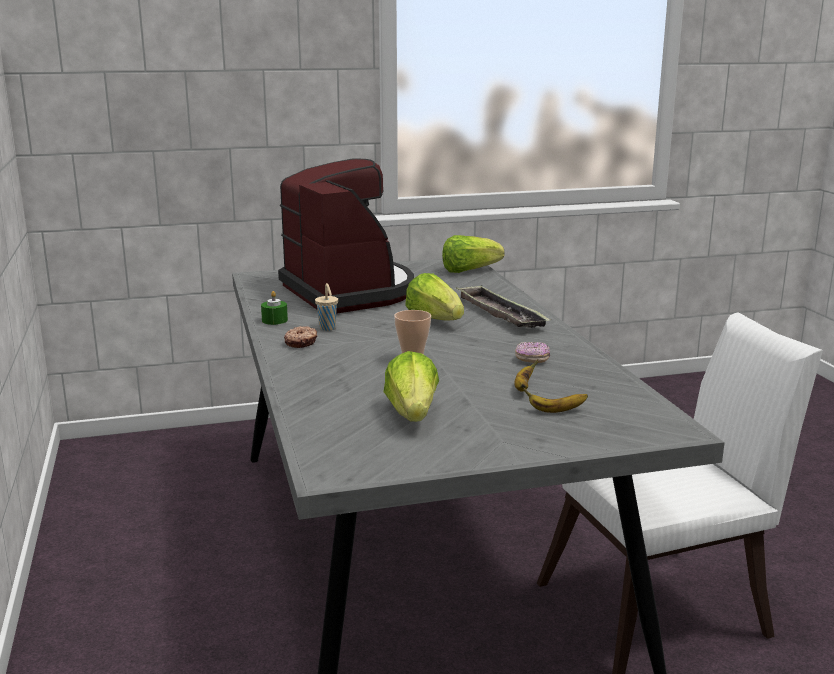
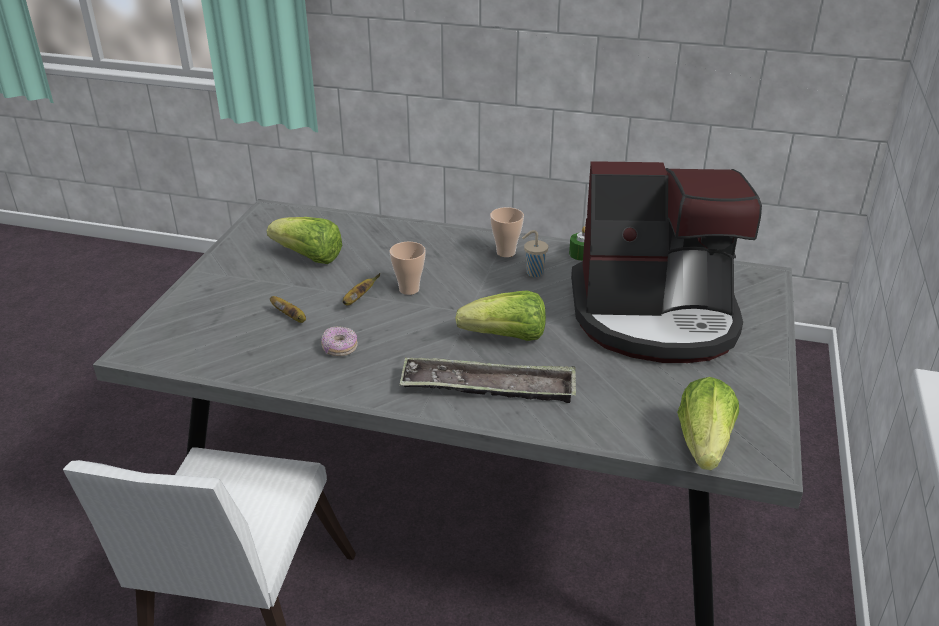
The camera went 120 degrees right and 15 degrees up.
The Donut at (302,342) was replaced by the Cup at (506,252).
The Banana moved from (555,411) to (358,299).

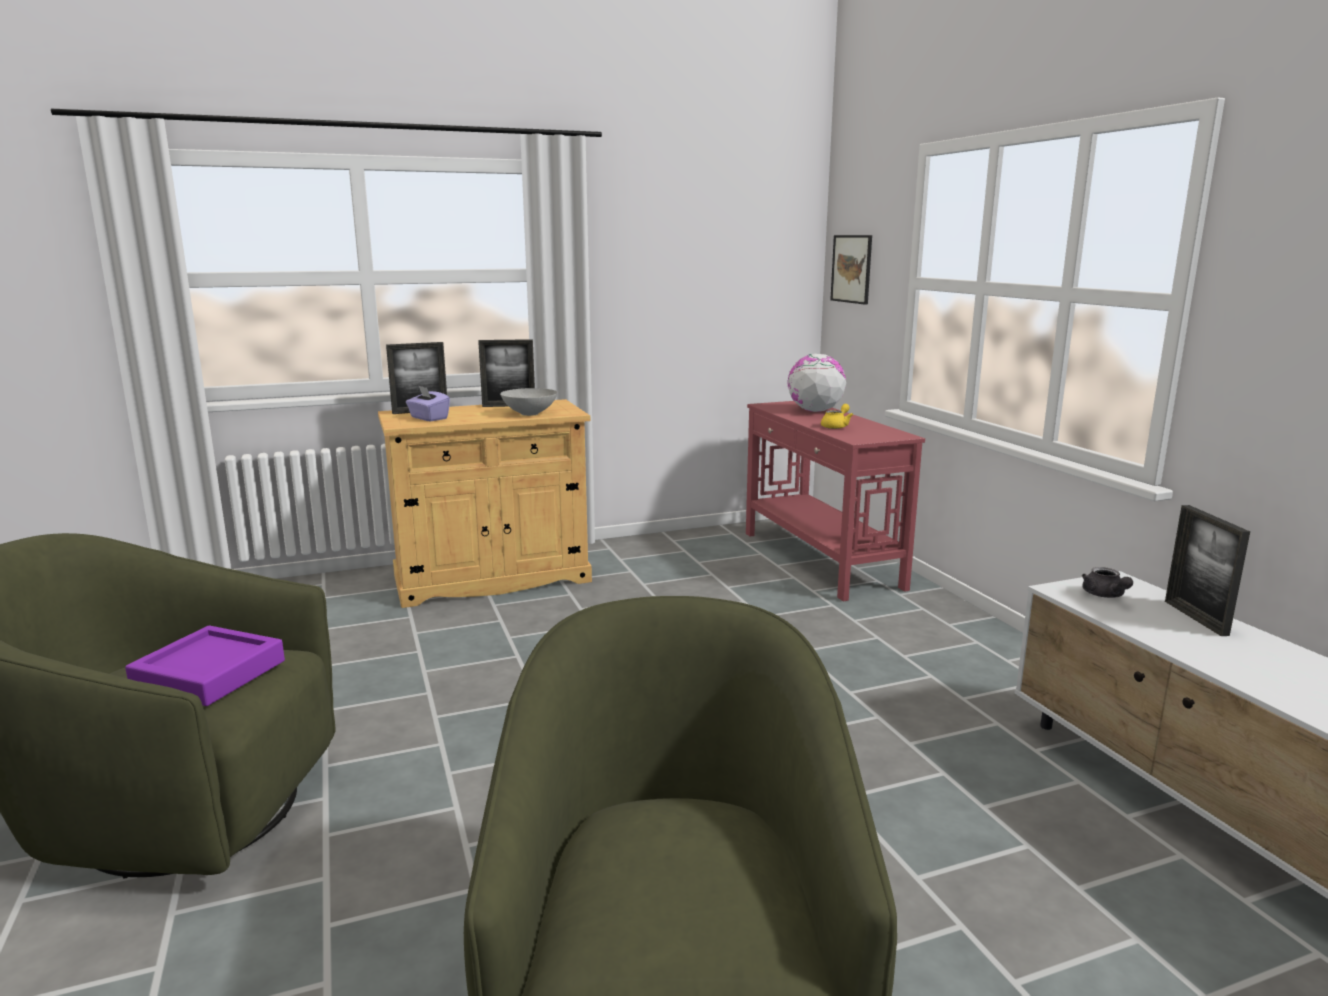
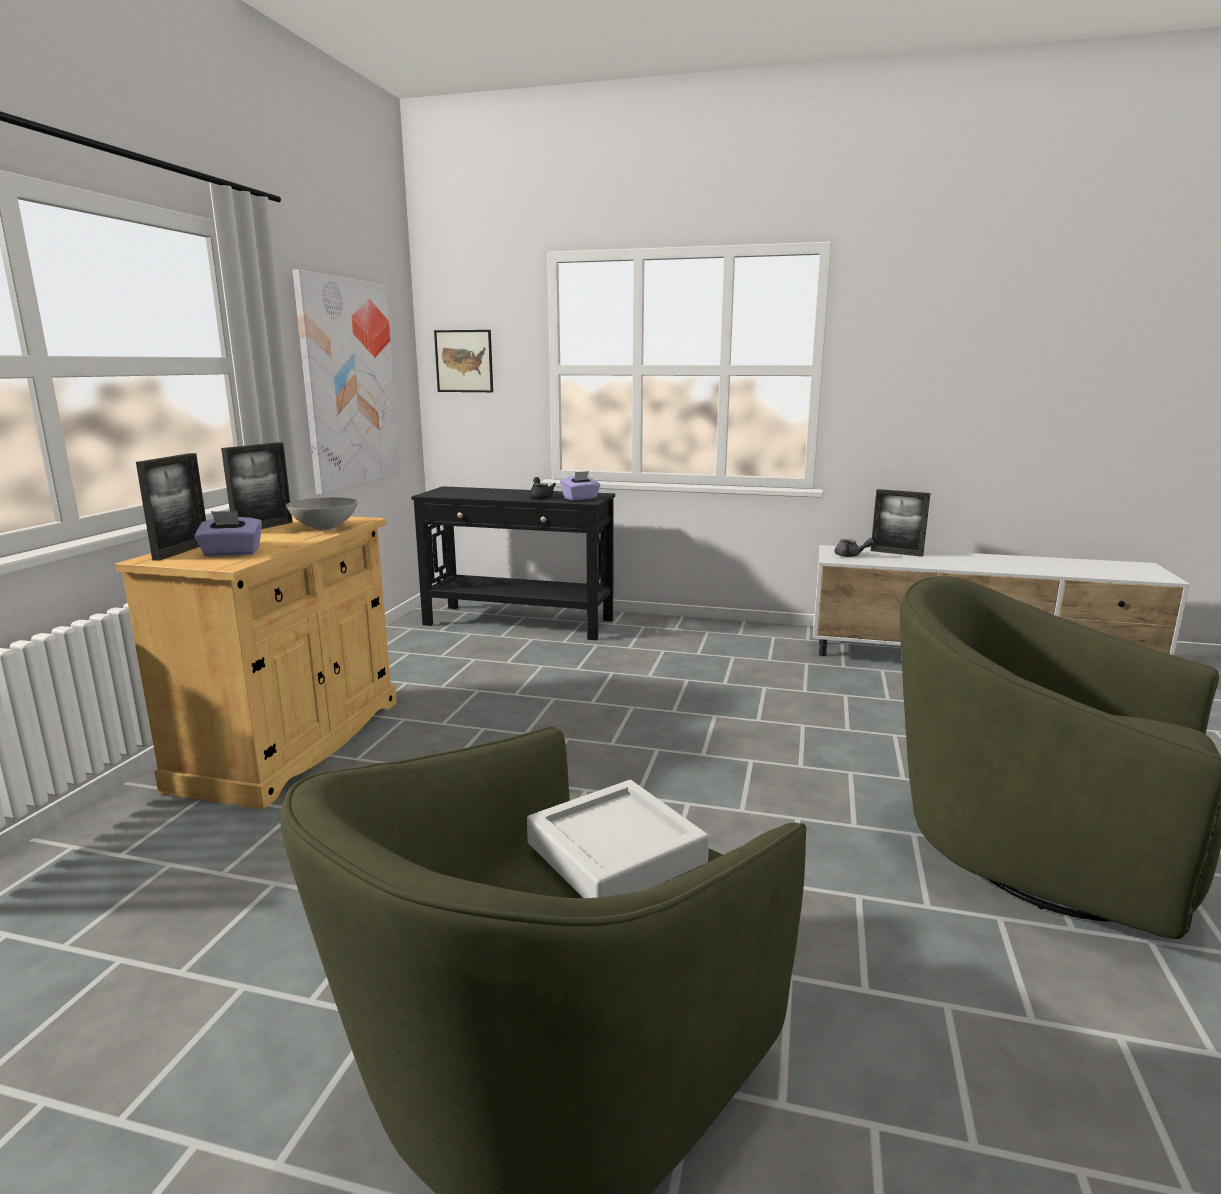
The camera went 55 degrees left and 0 degrees up.
The Globe at (814,411) disappeared.
The RedConsoleTable at (820,560) became the BlackConsoleTable at (519,622).
The YellowTeapot at (836,426) became the BlackTeapot at (540,497).
The PurpleTray at (209,674) became the GreyTray at (616,853).
The Picture at (348,384) appeared.
The PurpleTissueBox at (580,498) appeared.

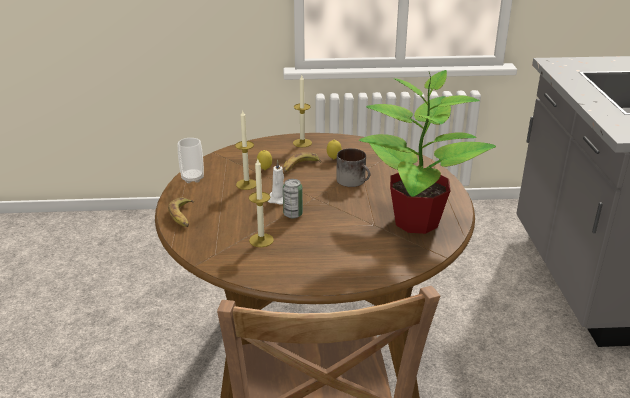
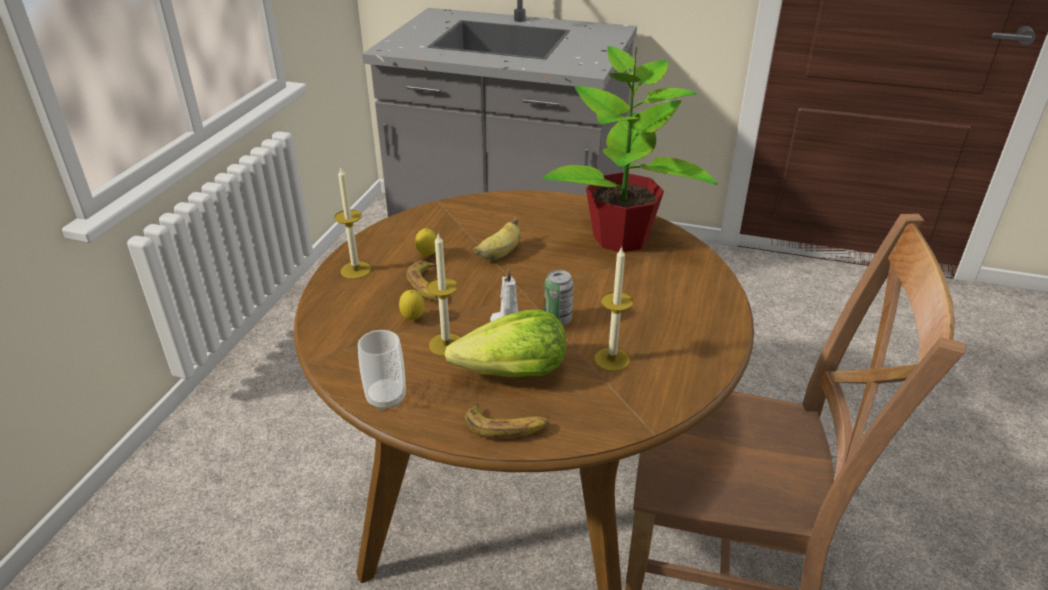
The camera went 70 degrees left and 5 degrees up.
The Mug at (354,181) was replaced by the Banana at (499,254).
The Lettuce at (513,373) appeared.

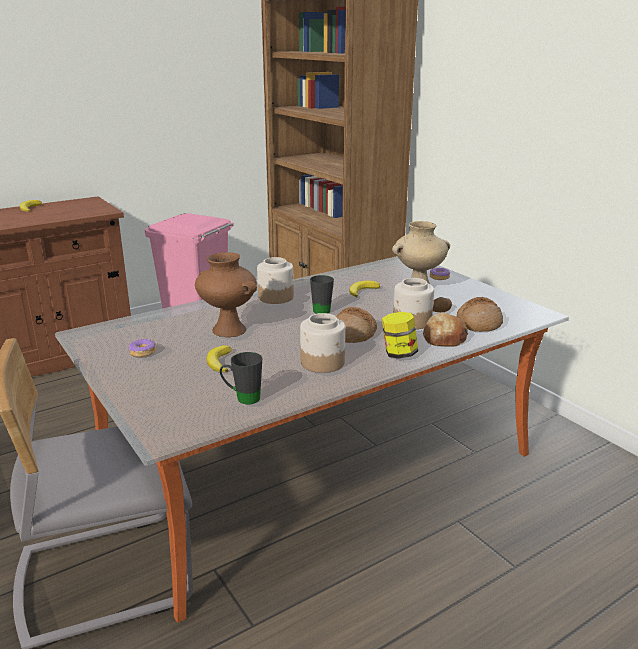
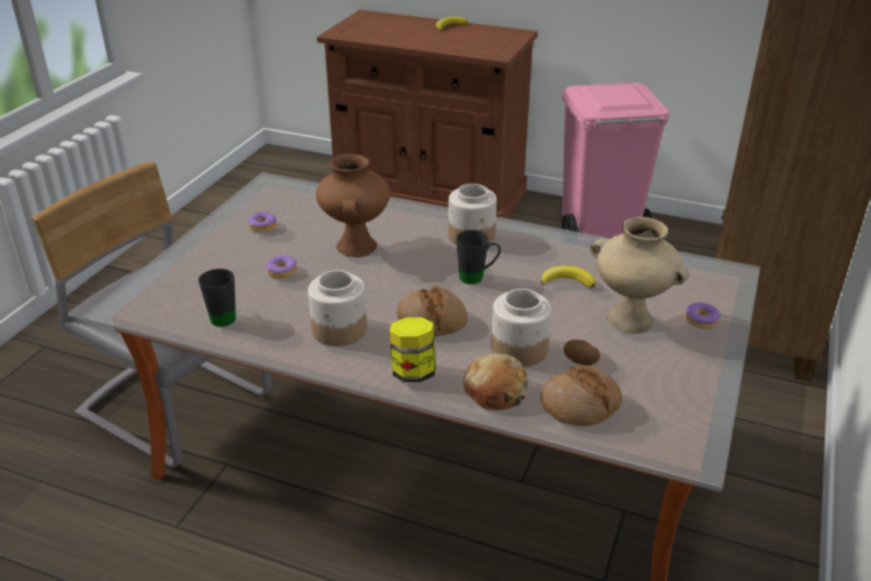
The camera went 55 degrees right and 10 degrees up.
The Banana at (219,362) was replaced by the Donut at (281,272).

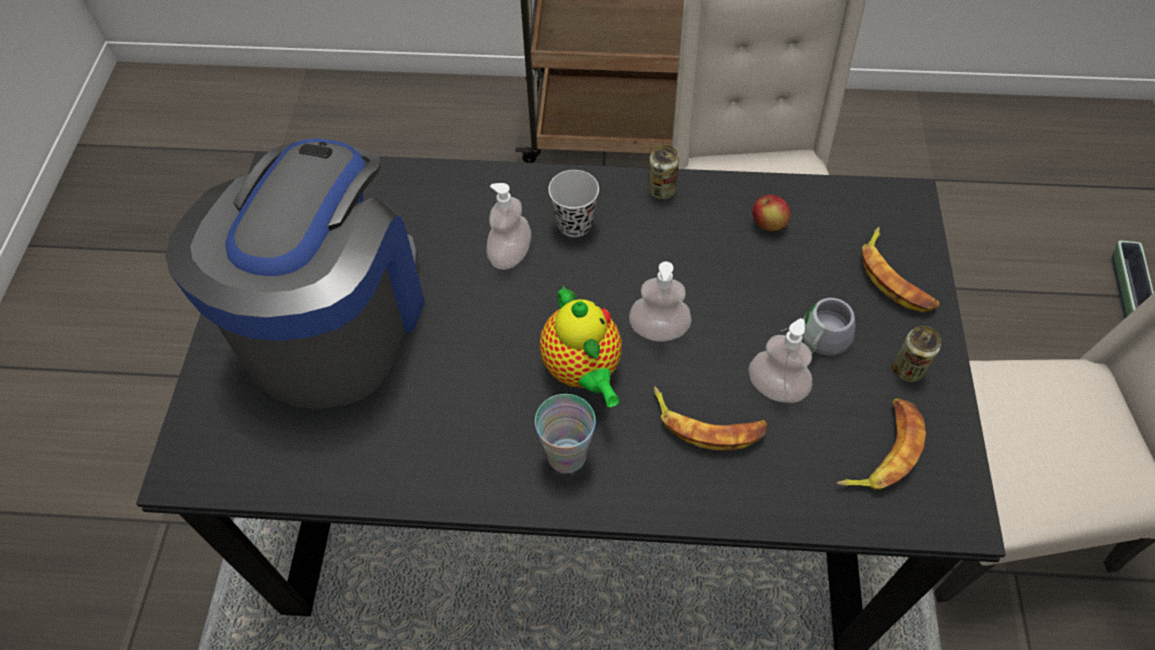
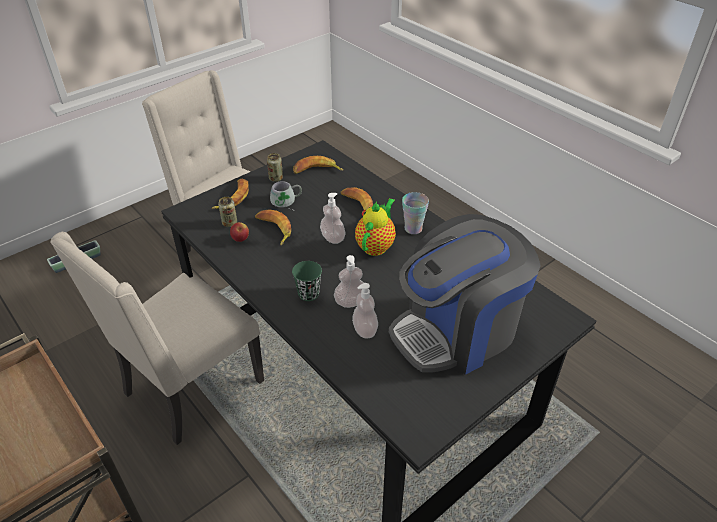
The camera went 135 degrees left and 15 degrees down.
The Can moved from (661,190) to (229,223).
The BlackCup at (574,224) became the GreenCup at (308,294).
The SoapDispenser moved from (776,388) to (365,330).
The Banana at (273,229) appeared.

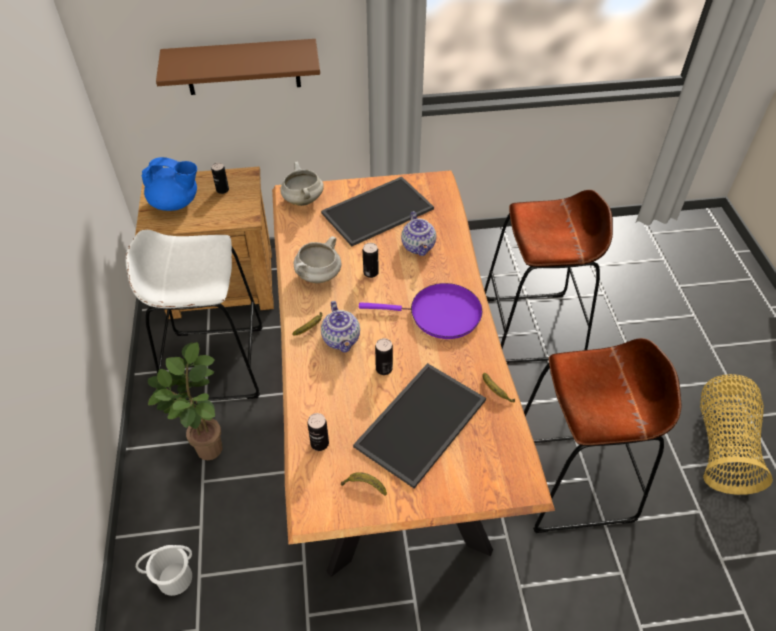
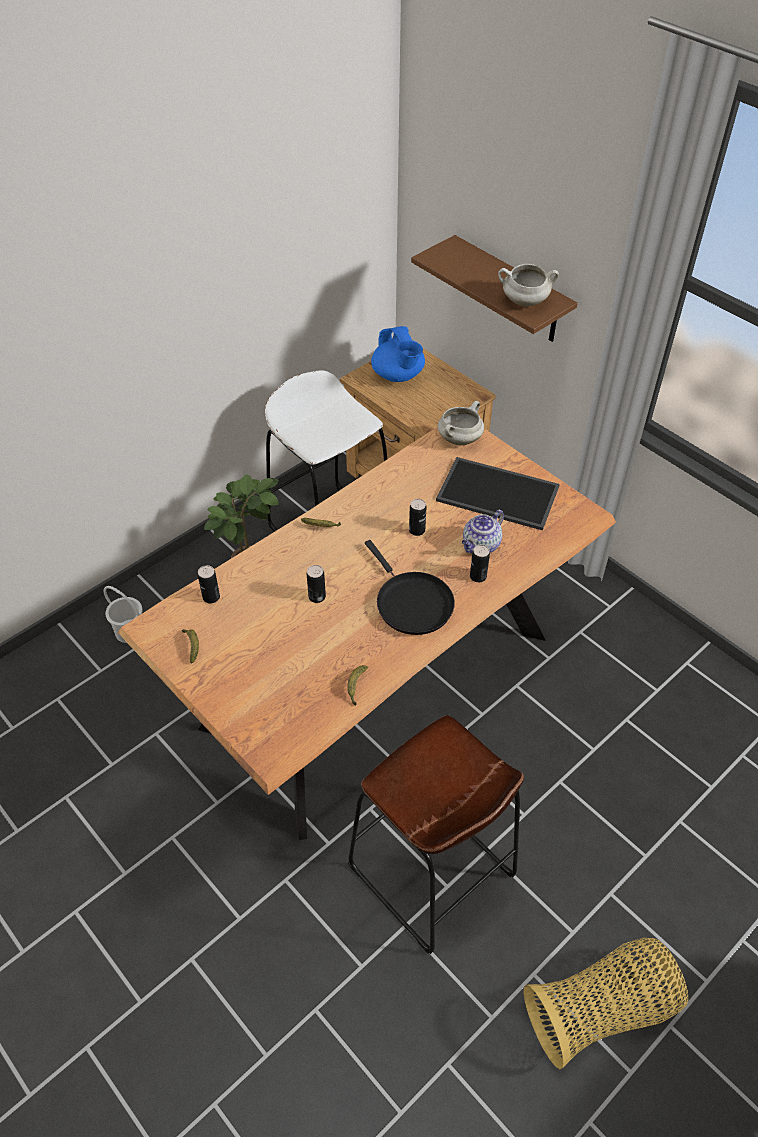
The camera went 55 degrees right and 0 degrees up.
The Can moved from (222,190) to (478,576).
The BrownStool at (532,328) disappeared.
The WhiteCookingPot moved from (318,276) to (524,302).
The PurpleFryingPan at (440,314) became the BlackFryingPan at (411,603).
The Teapot at (342,340) disappeared.
The Tray at (422,425) disappeared.

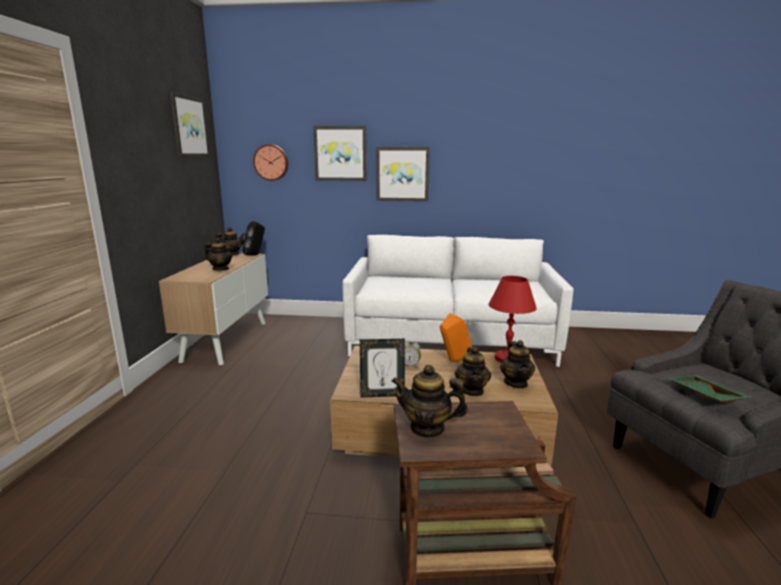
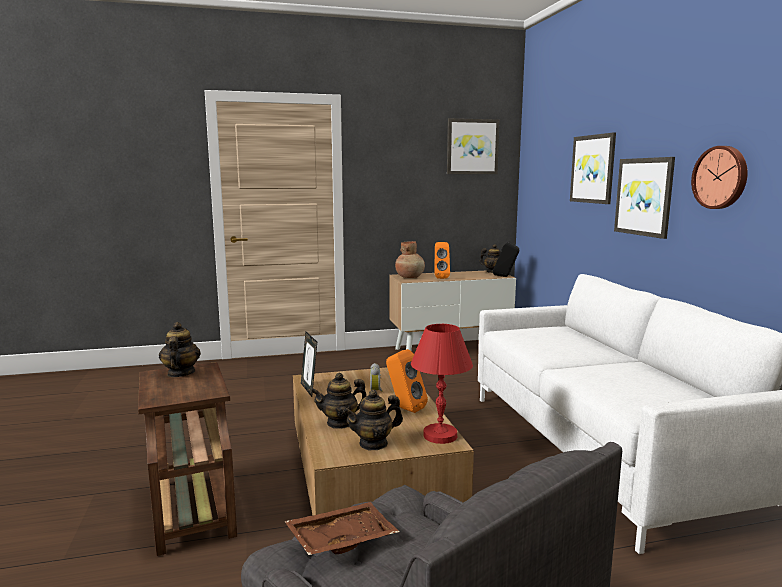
The camera went 70 degrees right and 5 degrees down.
The WallClock moved from (271,162) to (721,177).
The Teapot at (221,269) was replaced by the OrangeSpeaker at (441,278).
The GreenTray at (704,395) became the BrownTray at (341,539).
The BrownVase at (410,277) appeared.

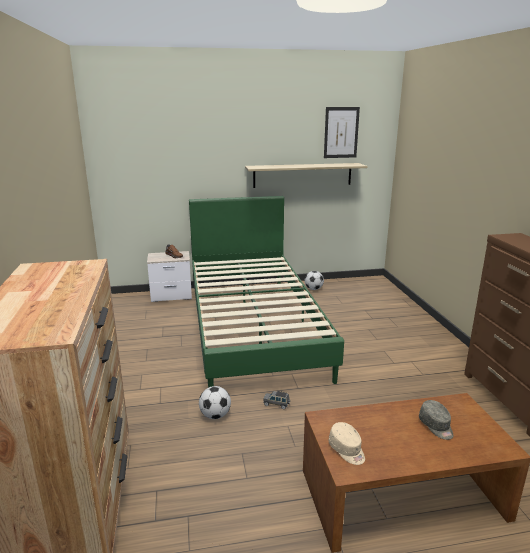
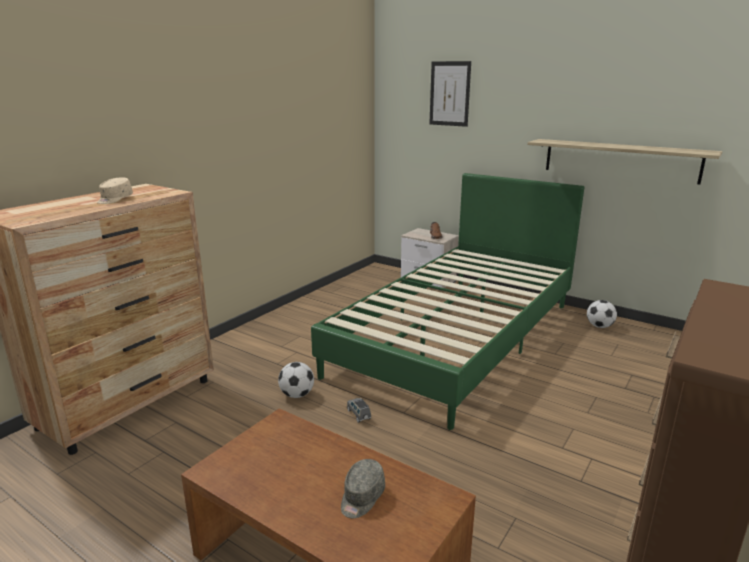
The camera went 45 degrees right and 0 degrees up.
The Picture moved from (341,132) to (449,94).
The BeigeCap moved from (347,450) to (114,199).

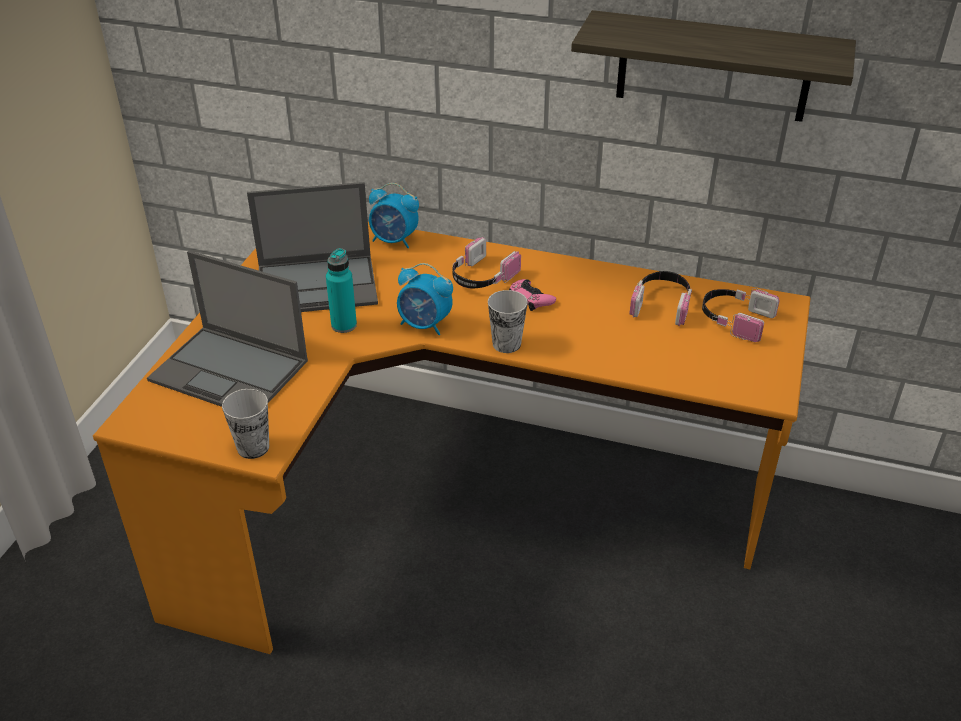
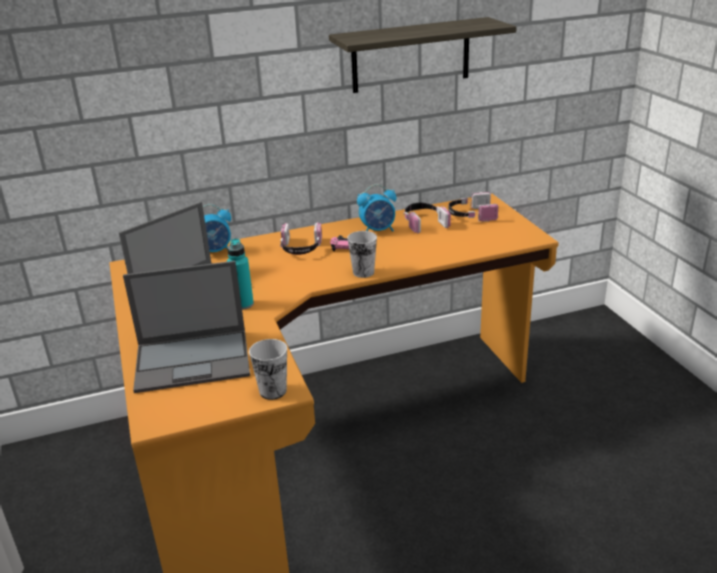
The camera went 35 degrees left and 10 degrees down.
The AlarmClock moved from (425,325) to (378,230).

